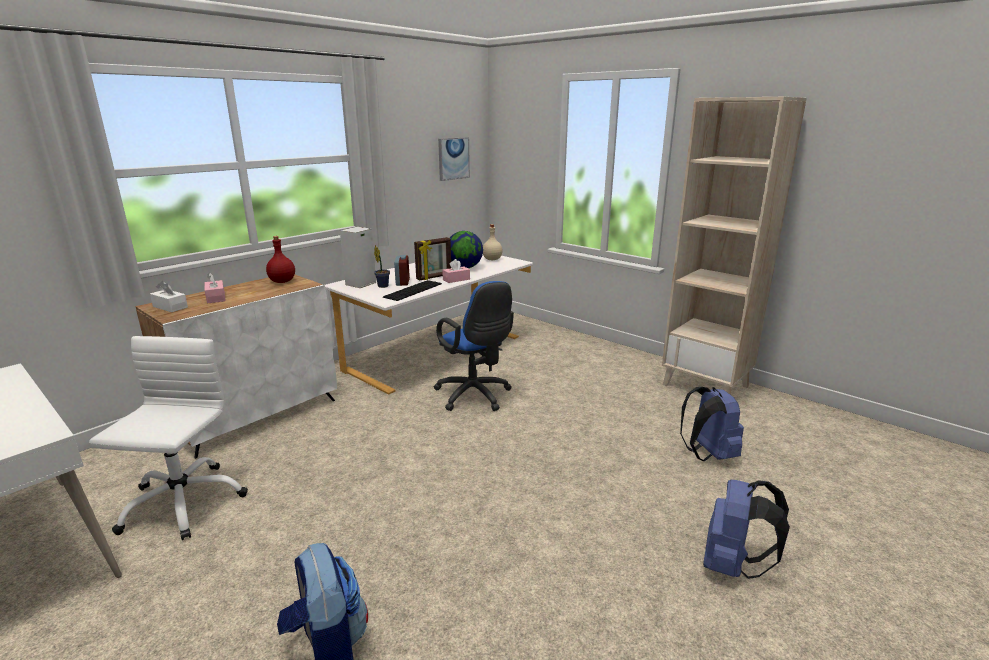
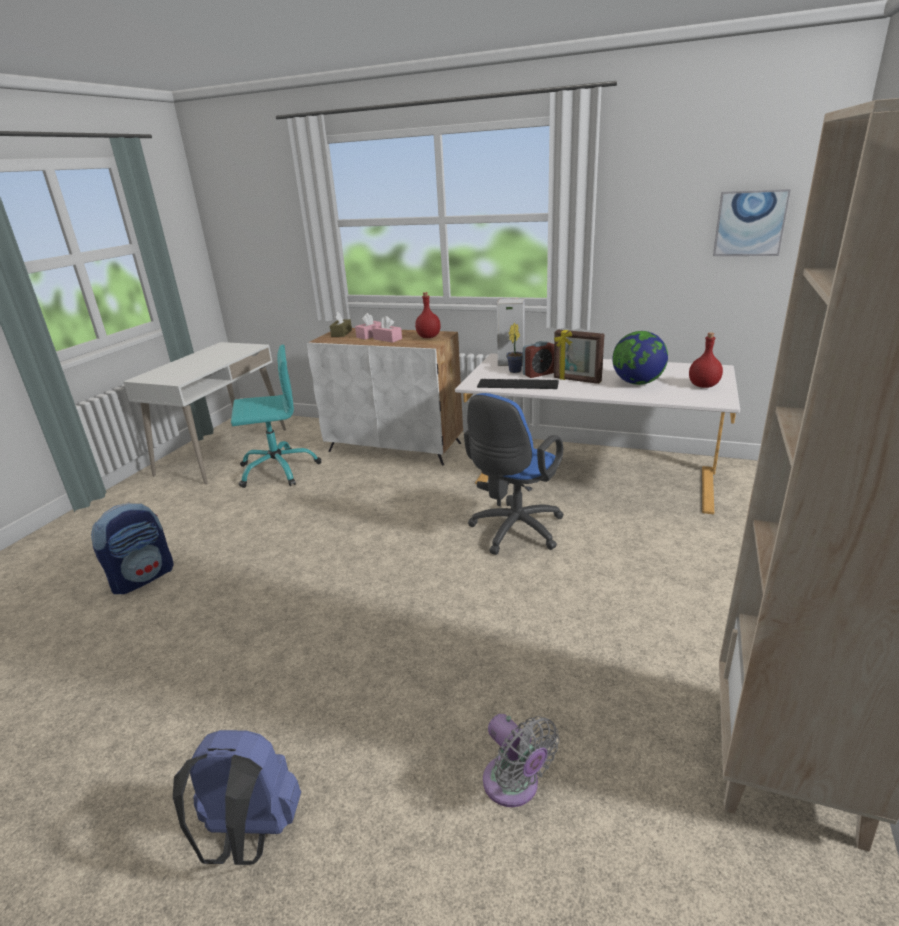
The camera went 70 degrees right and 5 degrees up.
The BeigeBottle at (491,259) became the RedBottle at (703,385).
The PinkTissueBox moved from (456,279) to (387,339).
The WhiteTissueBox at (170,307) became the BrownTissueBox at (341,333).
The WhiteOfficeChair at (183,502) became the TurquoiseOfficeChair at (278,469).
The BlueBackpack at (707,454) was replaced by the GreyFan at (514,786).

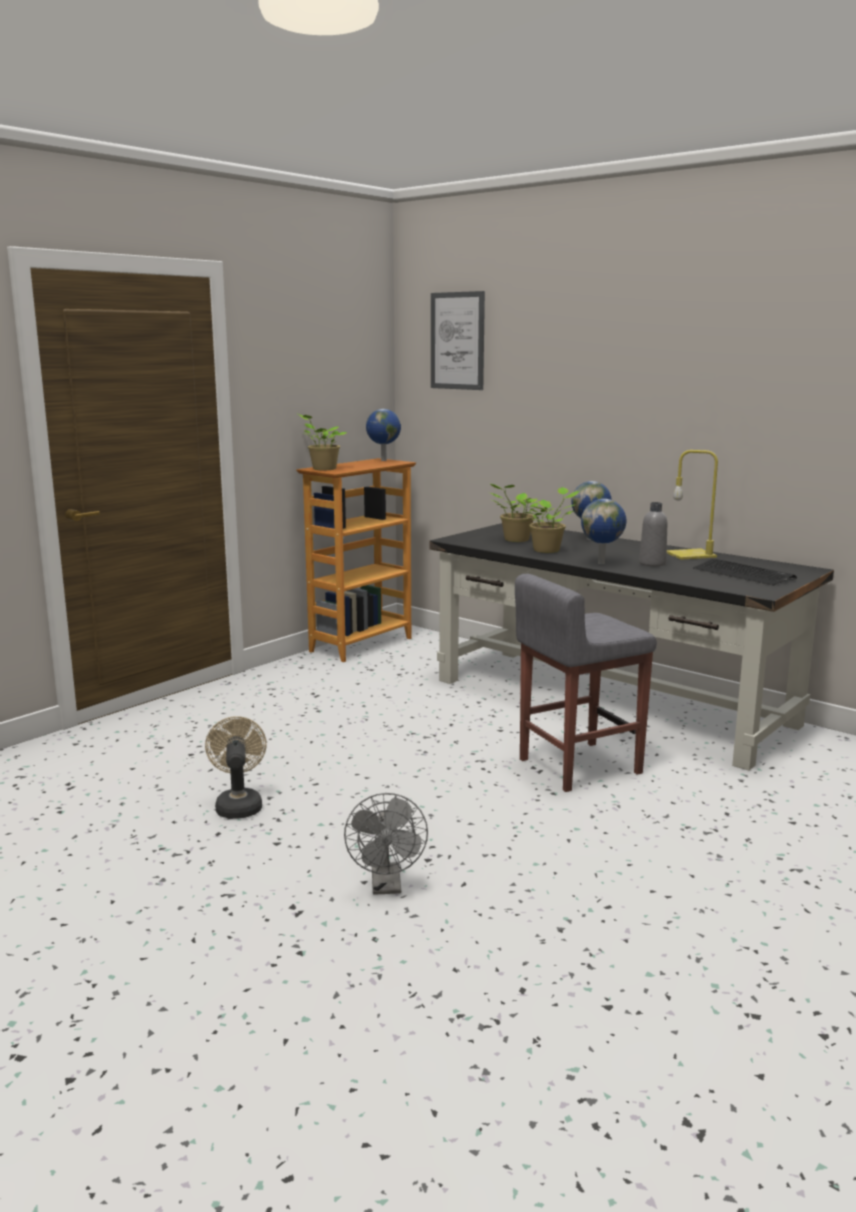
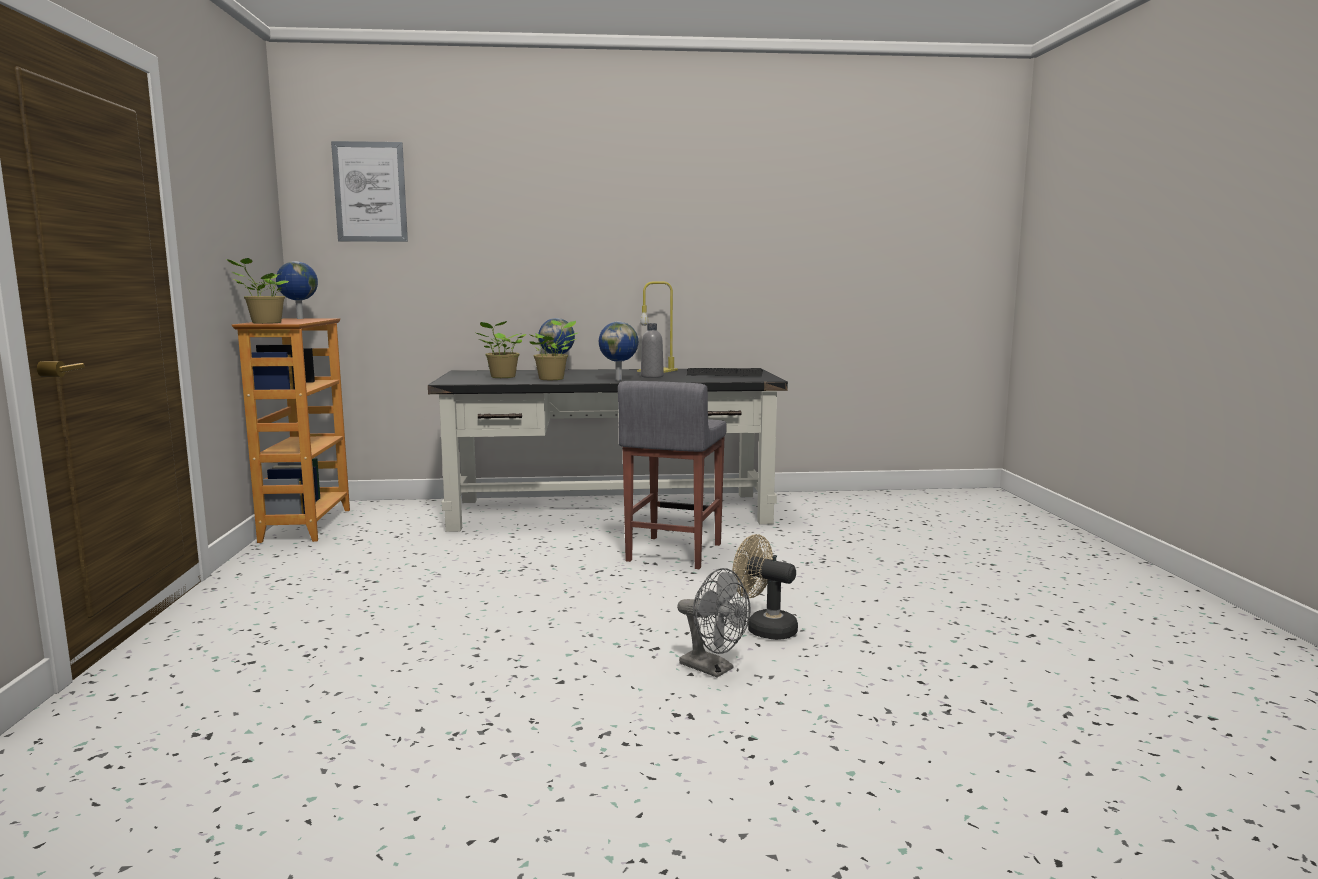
The camera went 45 degrees left and 5 degrees down.
The BeigeFan moved from (238,805) to (764,628).

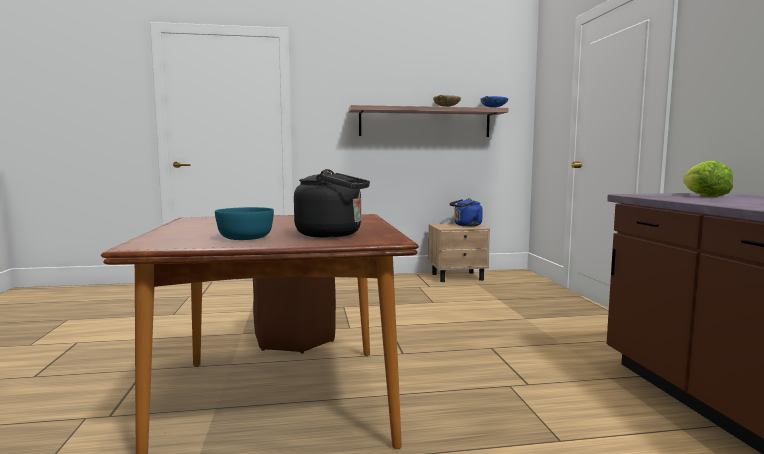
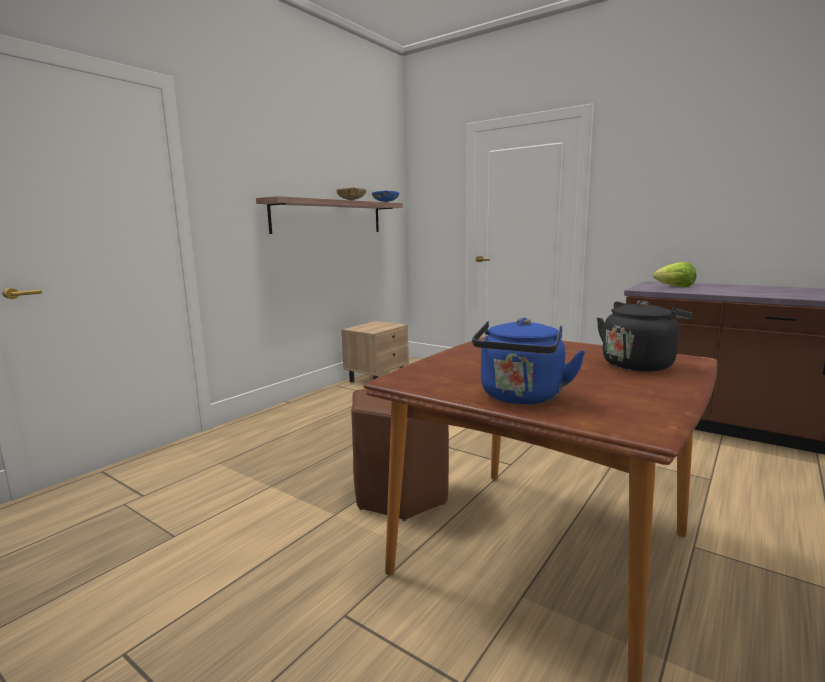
The camera went 45 degrees left and 5 degrees up.
The BlueKettle moved from (466,225) to (521,398).
The TurquoiseBowl at (244,238) disappeared.

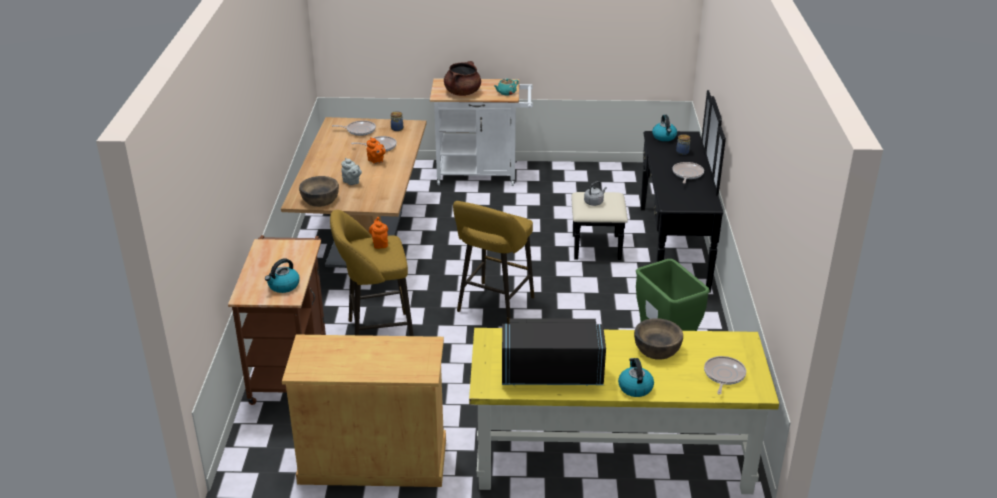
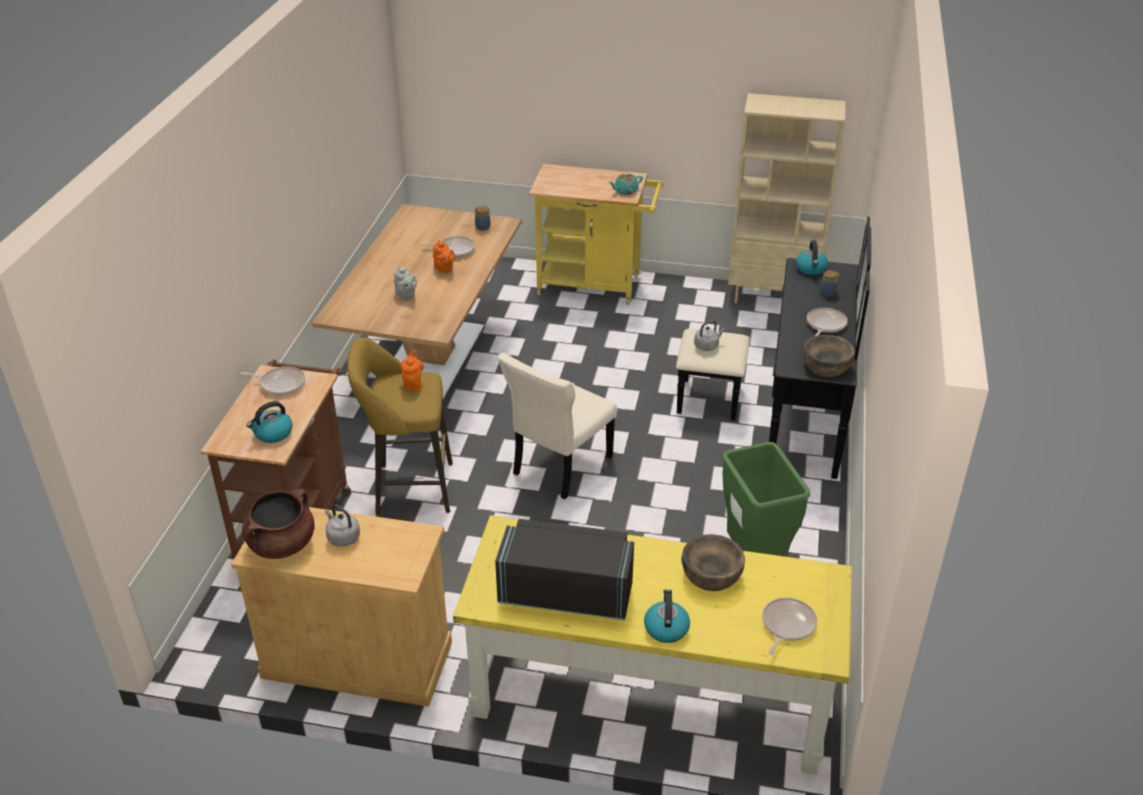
The camera went 10 degrees right and 5 degrees up.
The BrownCookingPot moved from (462,93) to (282,544).
The WhiteCart at (482,174) became the YellowCart at (595,286).
The FryingPan moved from (359,130) to (280,384).
The BrownBowl moved from (320,199) to (826,366).
The YellowStool at (493,306) was replaced by the BeigeChair at (559,467).
The BeigeBookcase at (772,297) appeared.
The GreyKettle at (342,537) appeared.

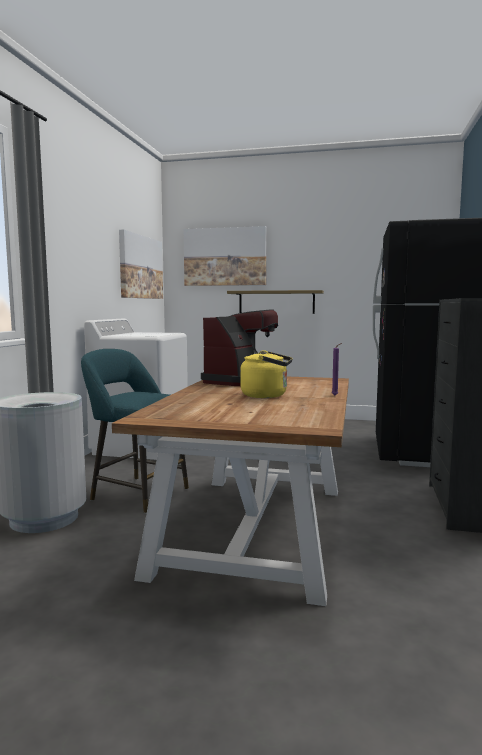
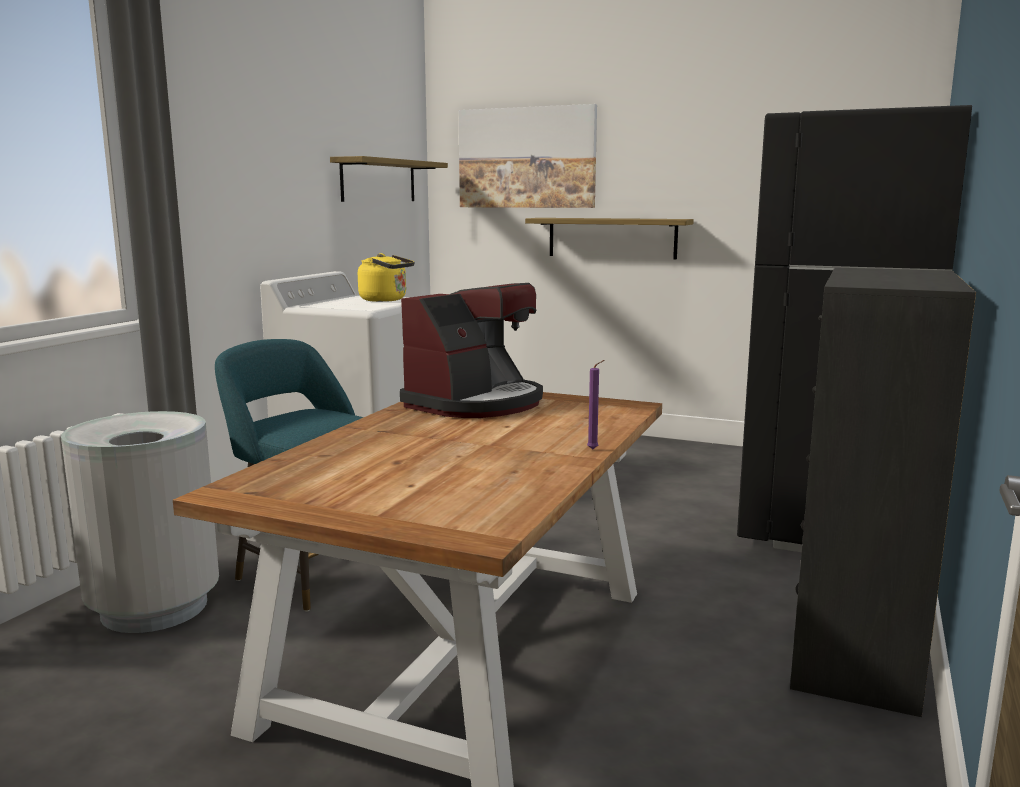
The camera went 10 degrees right and 5 degrees up.
The Picture at (140,267) was replaced by the Shelf at (379,181).
The YellowKettle moved from (267,395) to (386,300).

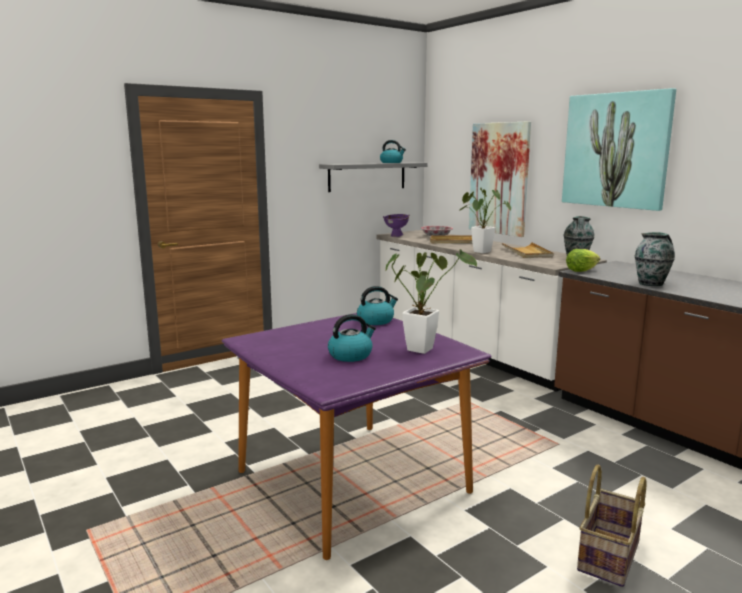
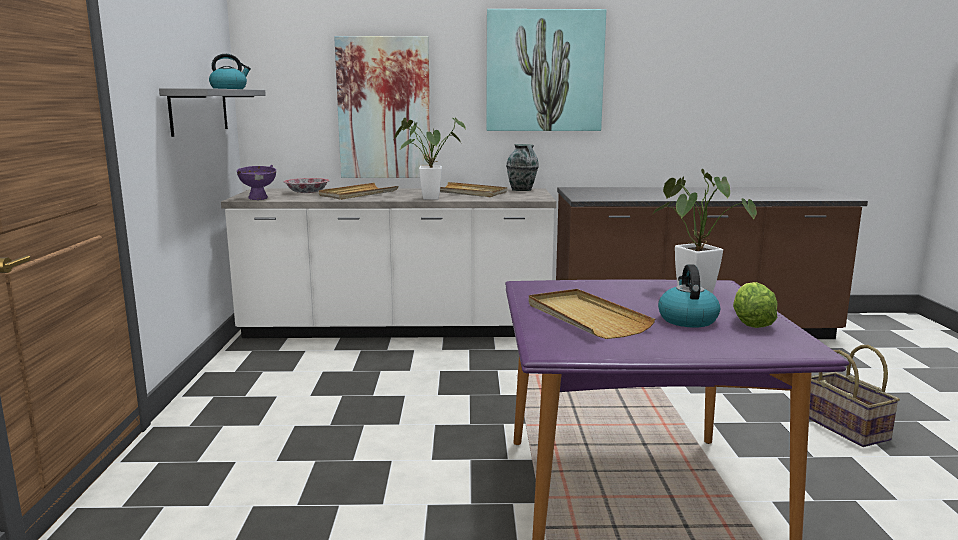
The camera went 55 degrees left and 0 degrees up.
The Vase at (651,284) disappeared.
The Lettuce moved from (581,271) to (751,323).
The Kettle at (376,320) disappeared.
The BeigeTray at (585,317) appeared.

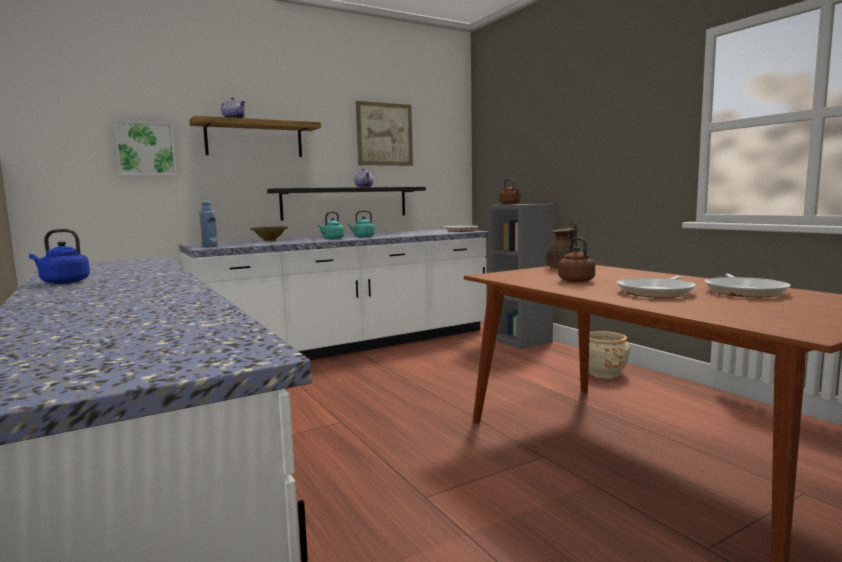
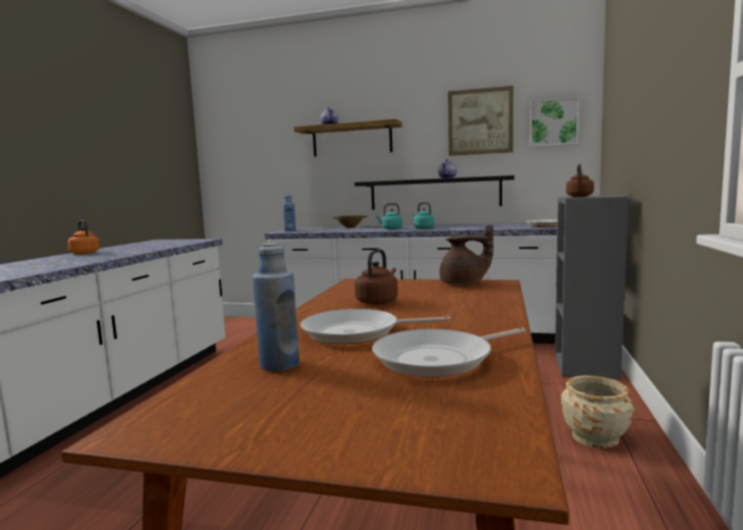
The camera went 45 degrees right and 0 degrees up.
The Picture moved from (145,149) to (553,122).
The BlueKettle at (63,282) became the OrangeKettle at (84,253).
The BlueBottle at (279,365) appeared.

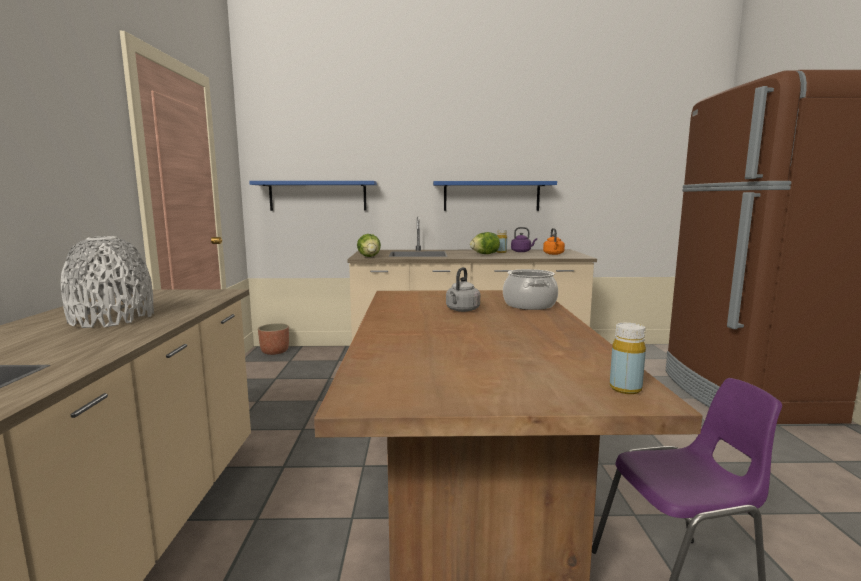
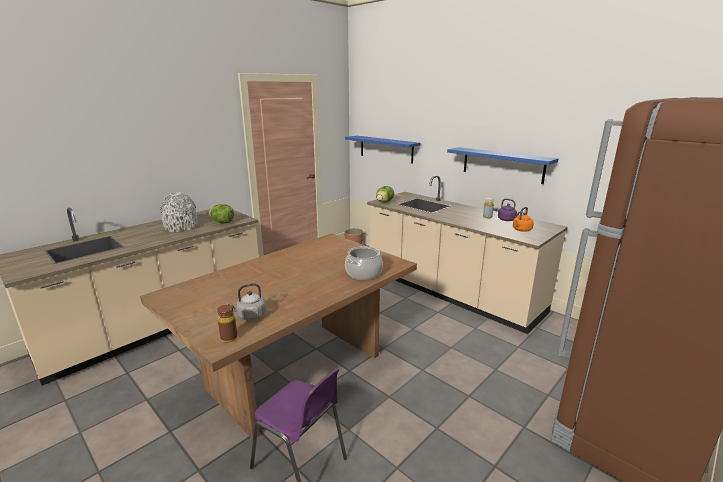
The camera went 45 degrees right and 10 degrees up.
The Lettuce moved from (485,254) to (222,222).
The GreyKettle moved from (462,310) to (250,316).
The YellowBottle at (625,389) became the BrownBottle at (229,338).

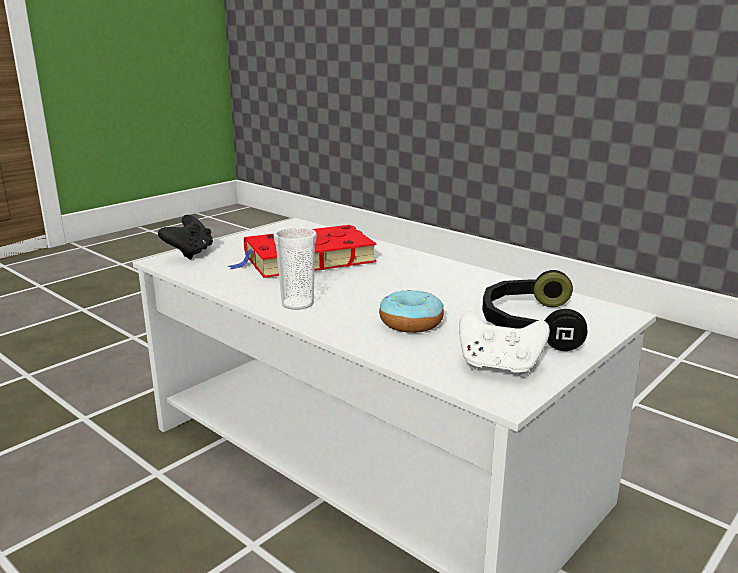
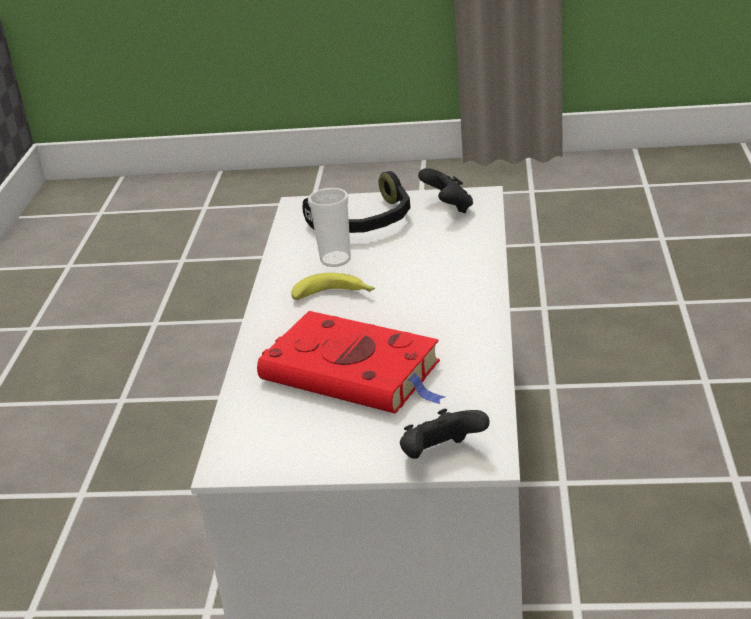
The camera went 125 degrees left and 10 degrees up.
The Cup moved from (297,304) to (335,260).
The Donut at (411,323) disappeared.
The WhiteGameController at (499,368) became the BlackGameController at (448,208).
The Banana at (335,296) appeared.

